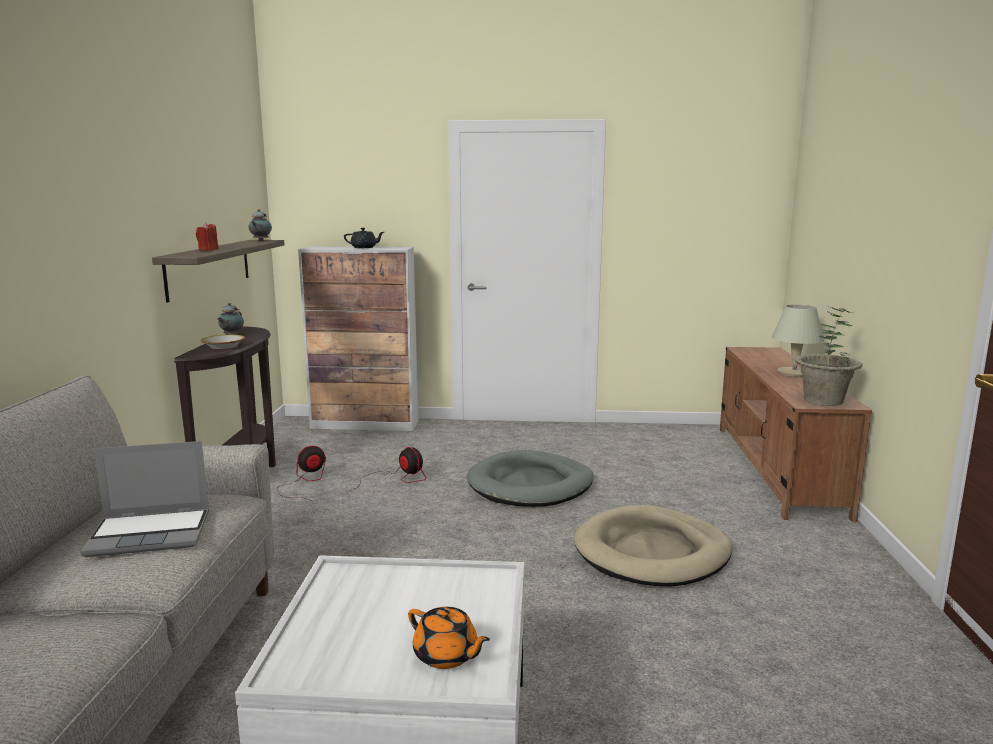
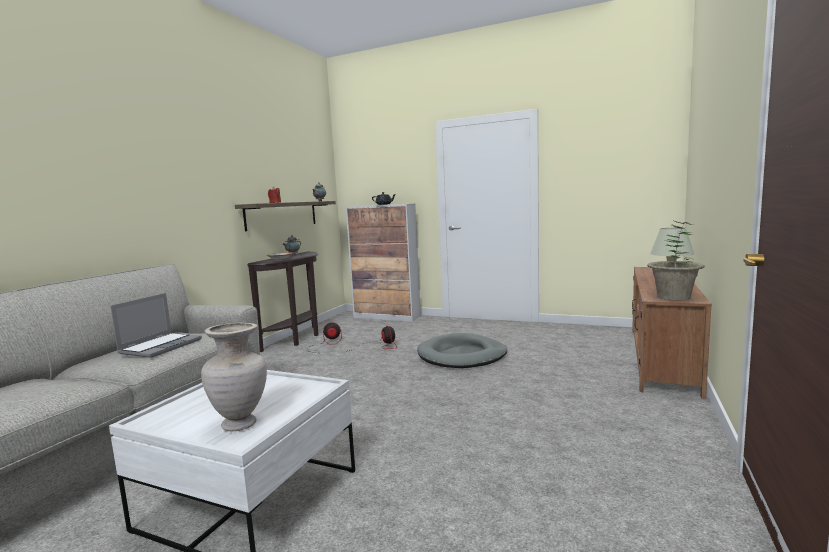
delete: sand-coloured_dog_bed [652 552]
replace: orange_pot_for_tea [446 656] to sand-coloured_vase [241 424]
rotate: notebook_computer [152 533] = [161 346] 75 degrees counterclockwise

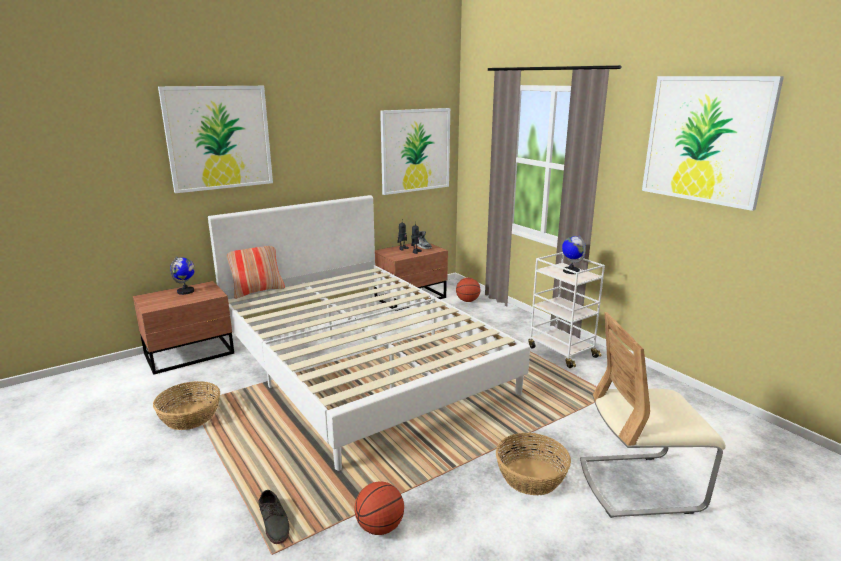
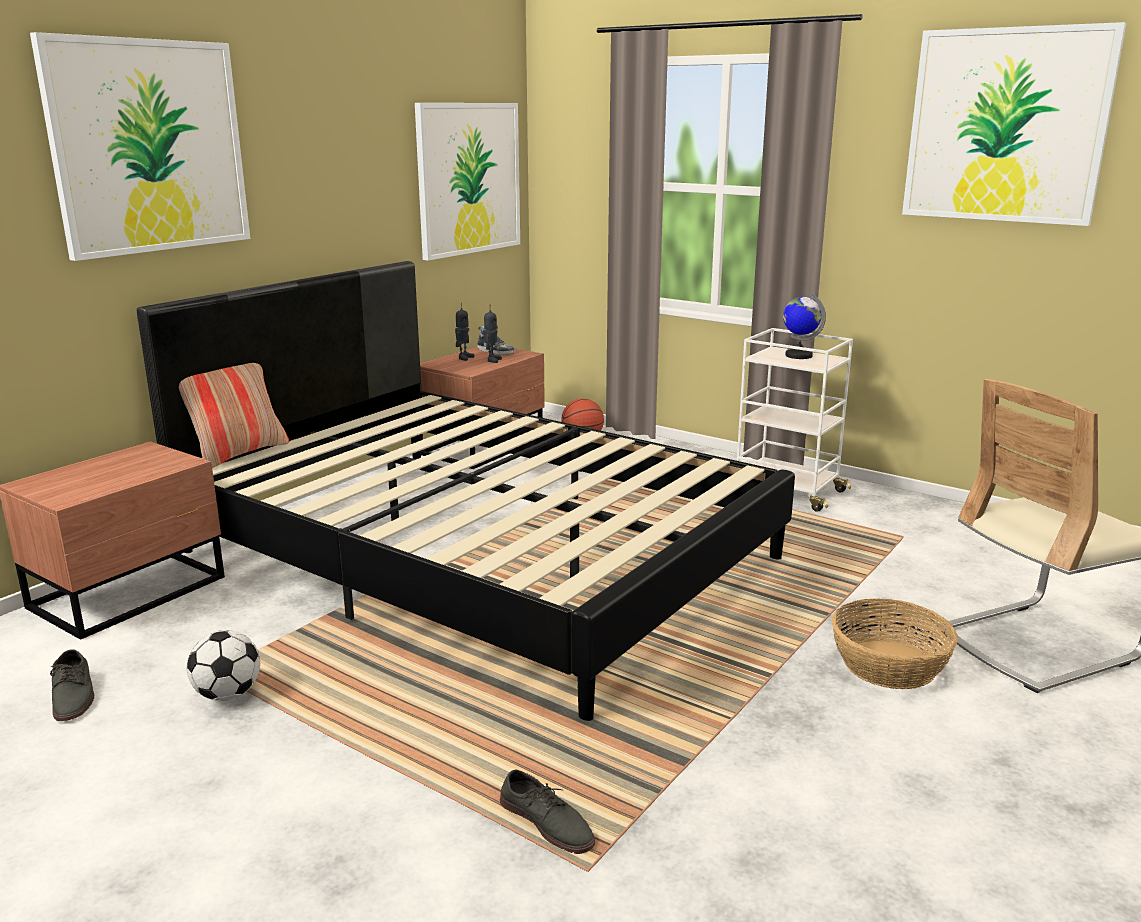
delete: desk_globe [186 291]; ball_for_basketball [380 527]
insert: grey_item_of_footwear [74 695]
replace: storage_basket [190 416] to football_ball [228 694]
recolor: white-coloured_sleeping_bed [359 361] to black_sleeping_bed [478 553]

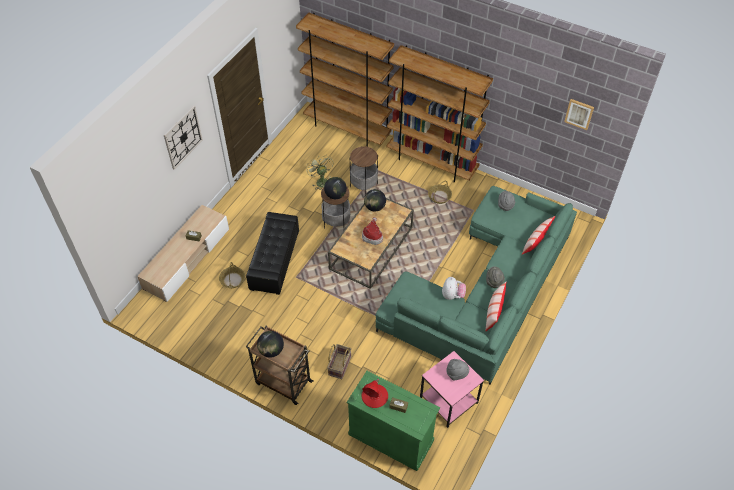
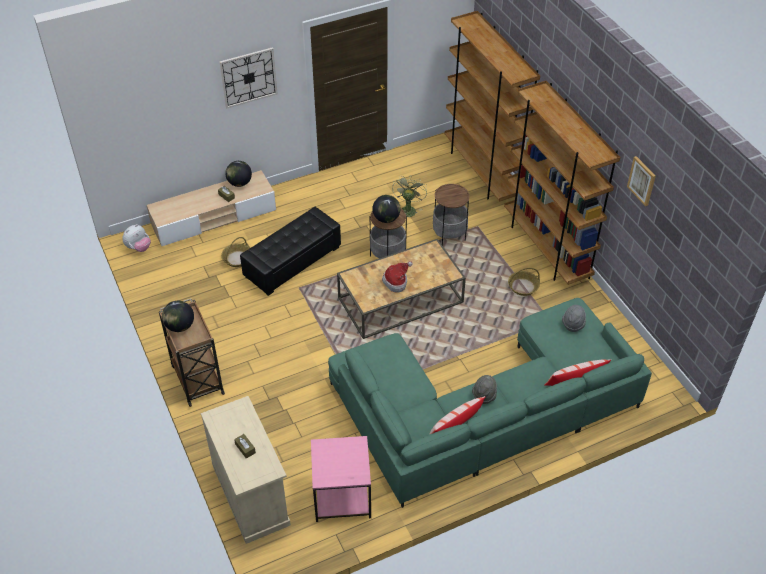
delete: storage_basket [339 365]; reddish_lamp_for_a_table [374 396]; grey_clothing_hat [456 373]
move: desk_globe [375 207] to [239 183]; plush_toy [452 295] to [138 248]; wall_art [579 114] to [642 180]
recolor: green_cabinet [391 437] to sand-coloured_cabinet [251 494]

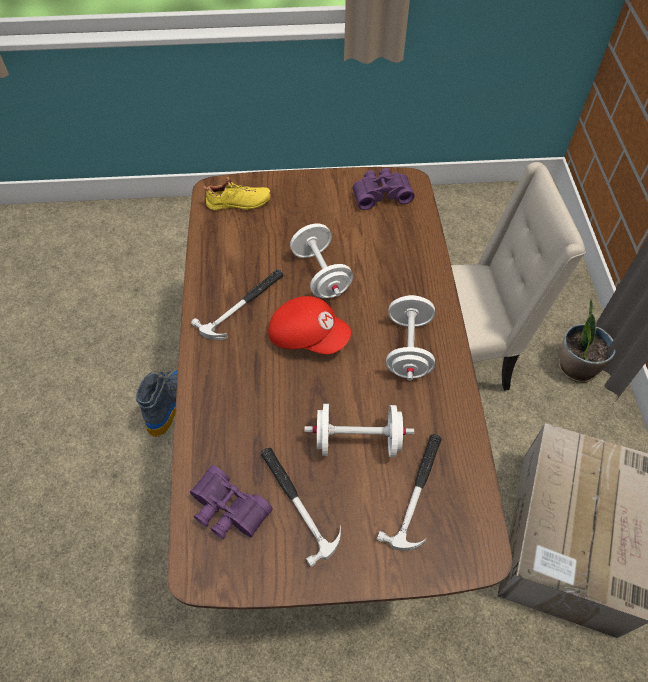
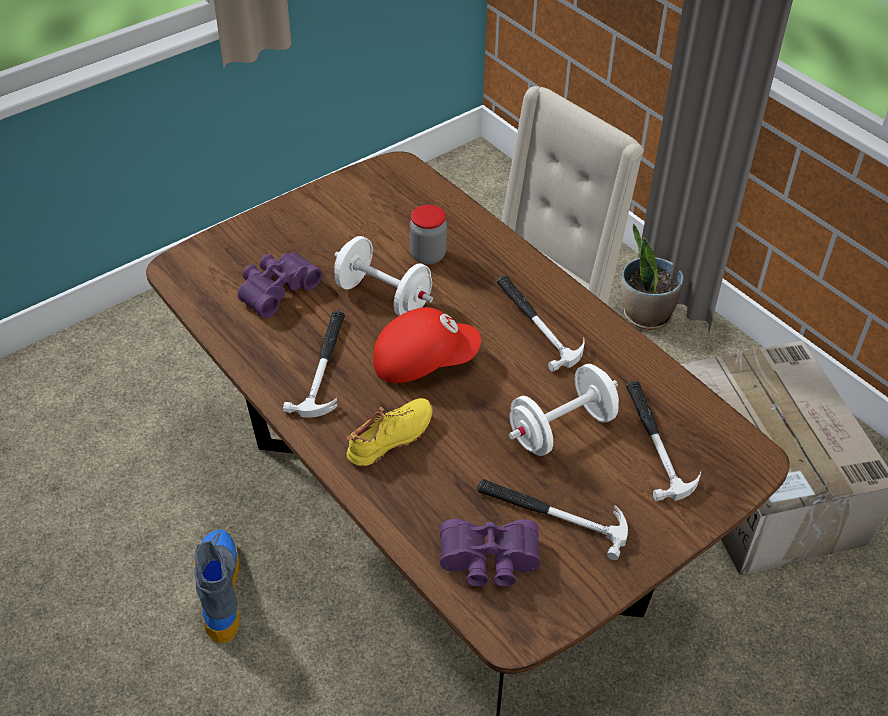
insert: jar [428 255]
move: yellow-coloured_item_of_footwear [239 204] to [392 439]; purple_binoculars [381 194] to [276 289]
replace: white-coloured_dumbbell [408 349] to hand_hammer [536 323]

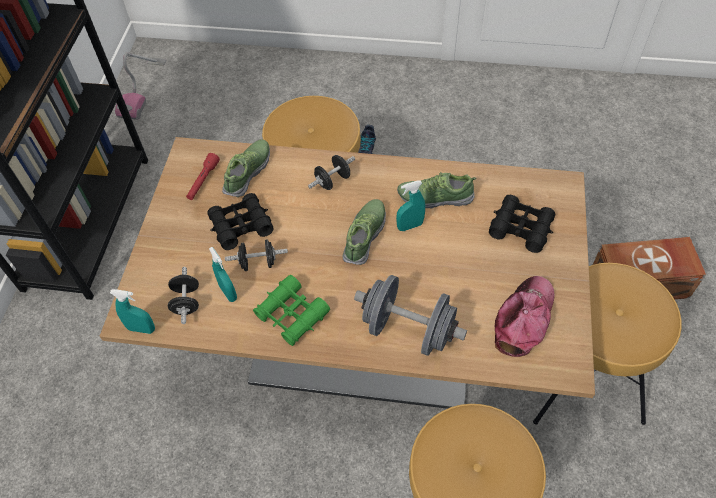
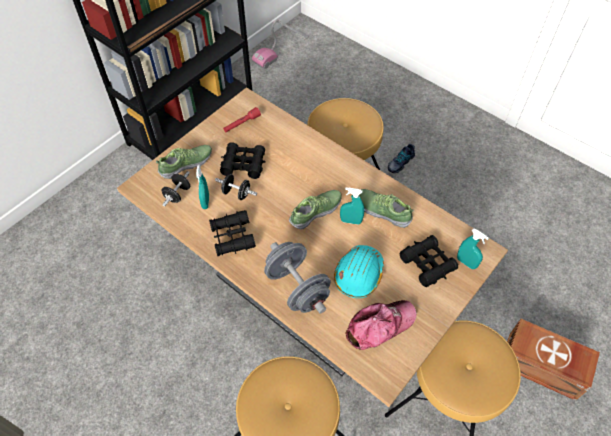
delete: black_dumbbell [333 181]
insert: blue-green_work_helmet [358 275]
move: blue-green_hand_sprayer [141 329] to [466 262]; item_of_footwear [248 173] to [186 164]
recolor: green_binoculars [292 315] to black_binoculars [232 237]

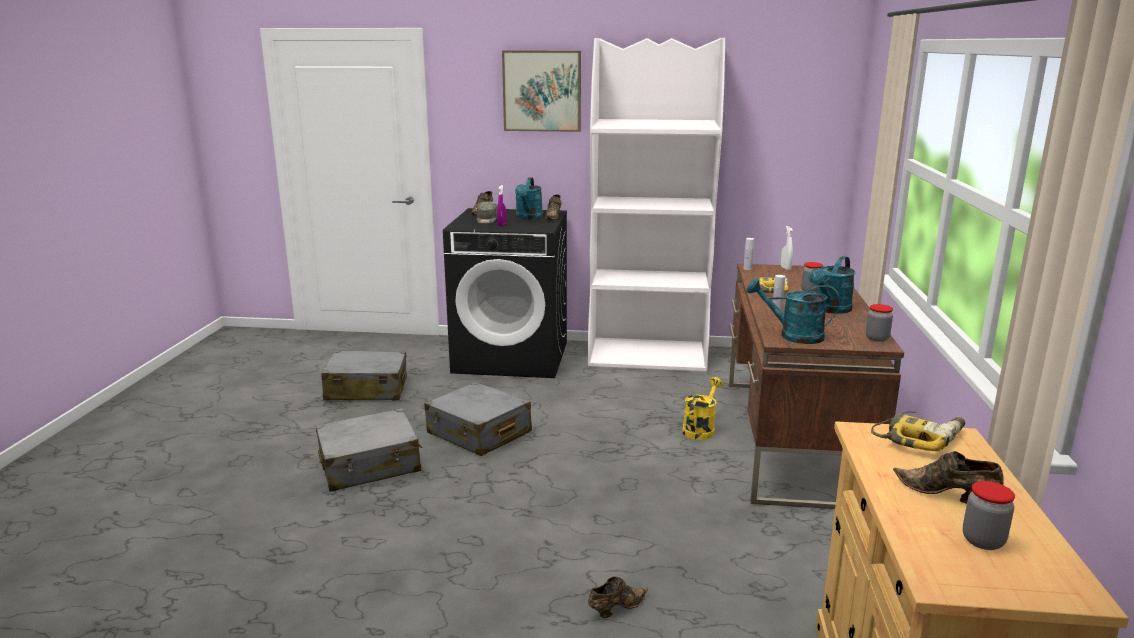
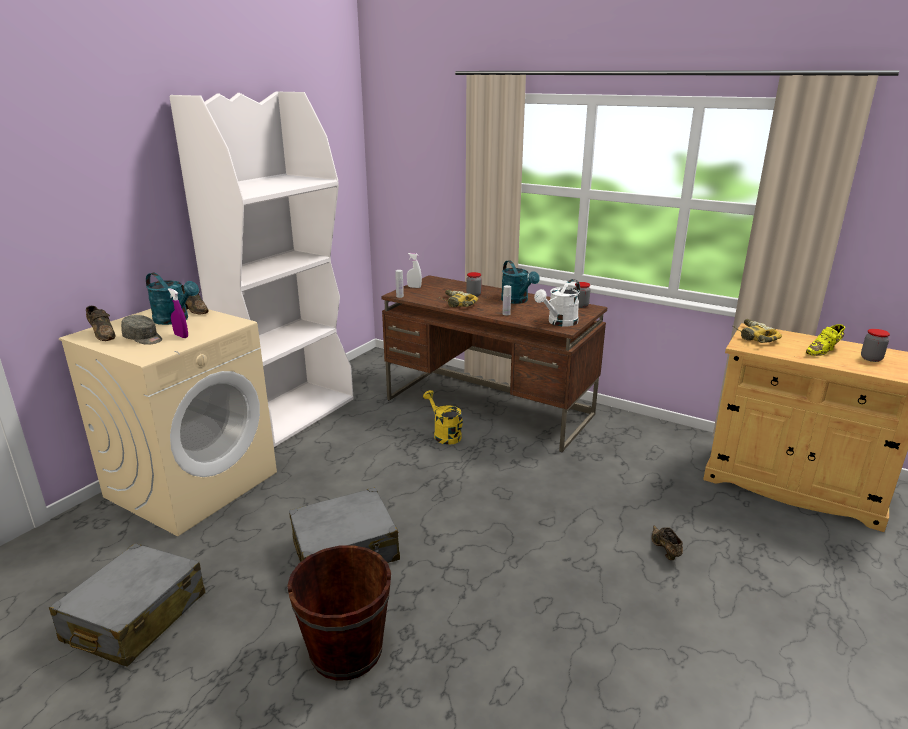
delete: wall_art [542 91]
replace: grey_piece_of_luggage [370 465] to brownish_pail [346 650]
recolor: black_washing_machine [512 357] to sand-coloured_washing_machine [193 483]; blue-green_watering_can [793 336] to white-coloured_watering_can [559 323]; brownish_item_of_footwear [947 495] to yellow-coloured_item_of_footwear [823 351]

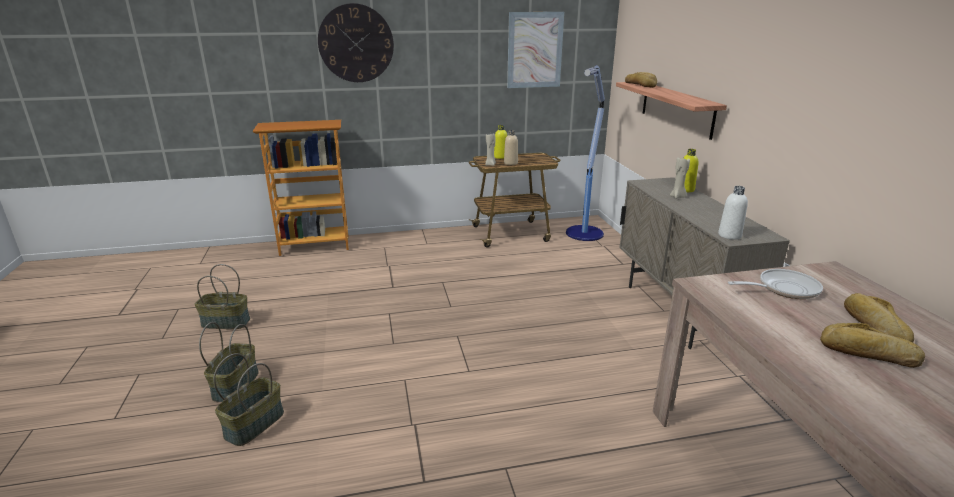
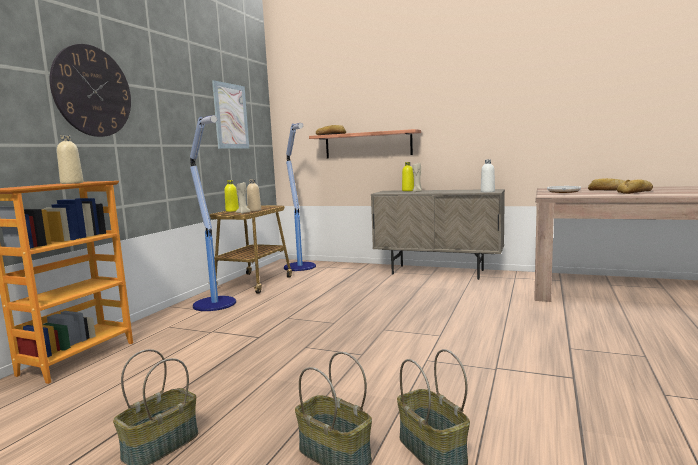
insert: sand-coloured_beverage_bottle [72 183]; standard_lamp [215 304]

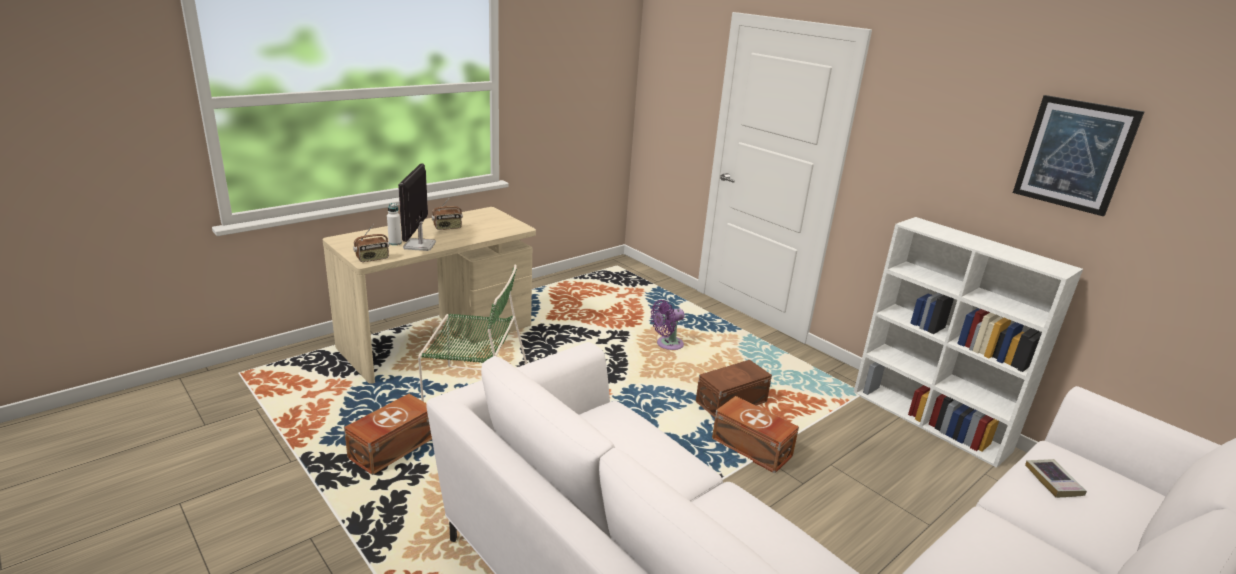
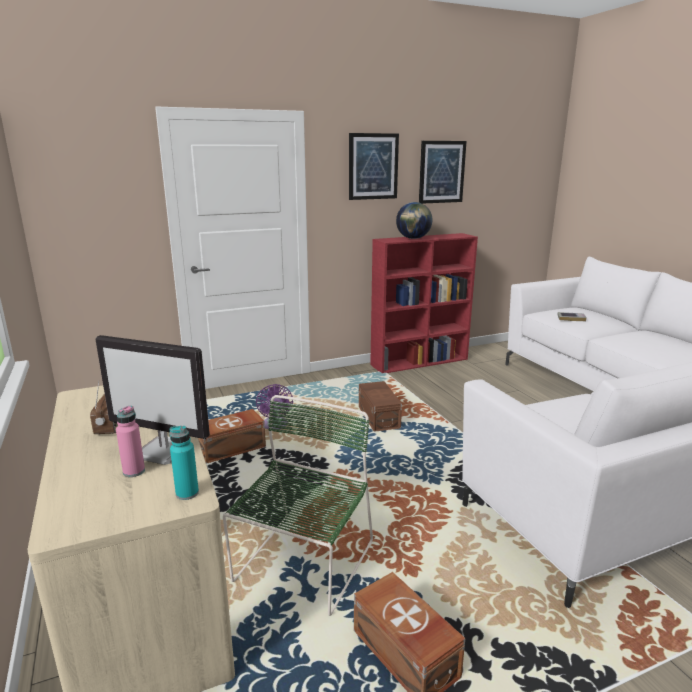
insert: wall_art [373 166]; desk_globe [413 238]
move: brownish_storage_bin [752 449] to [232 449]
replace: radio_receiver [372 259] to blue-green_beverage_bottle [187 493]
recolor: white-coloured_beverage_bottle [395 243] to pinkish_beverage_bottle [134 471]; white-coloured_shelving_unit [930 421] to reddish_shelving_unit [420 361]

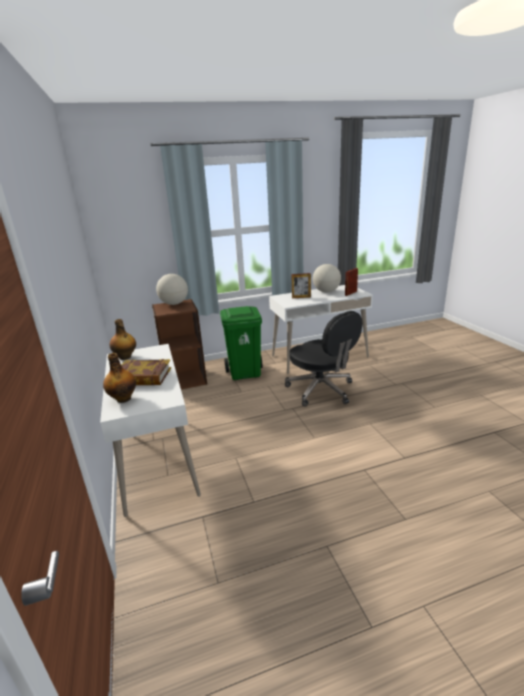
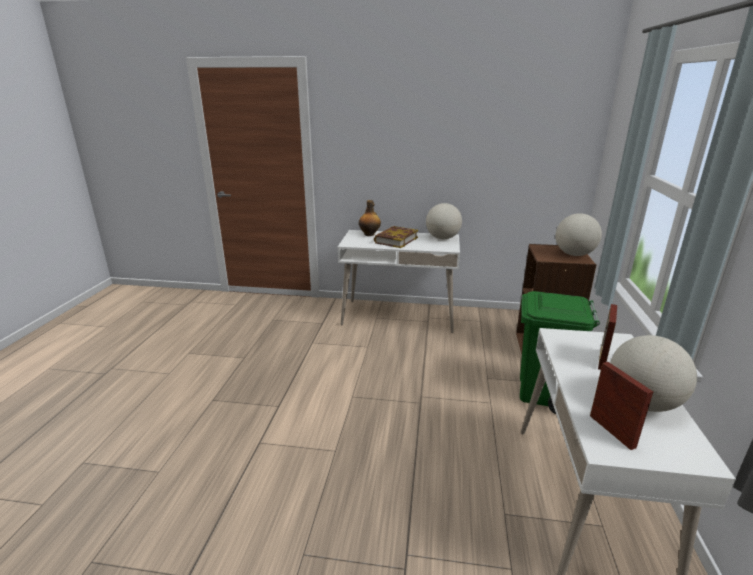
delete: black_desk_chair [321 390]
replace: beverage_bottle [125 357] to desk_globe [442 238]

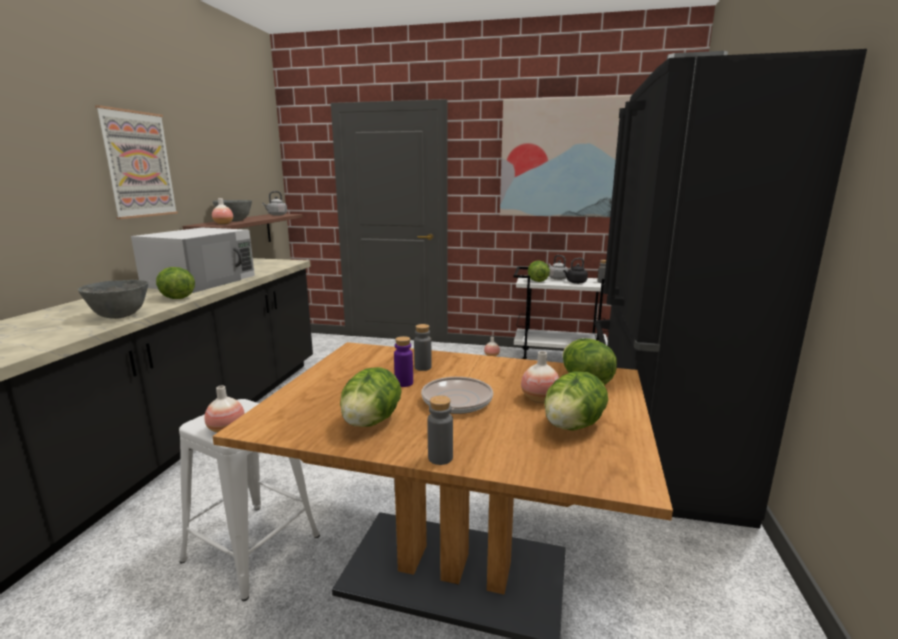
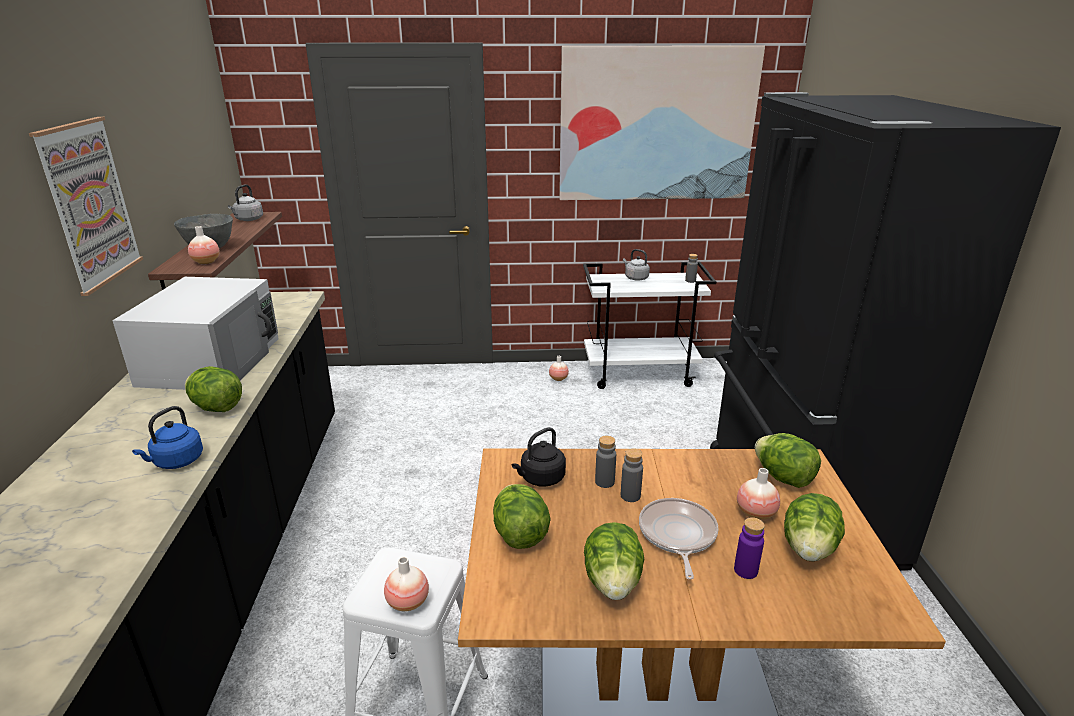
move: purple_beverage_bottle [404 383] to [745 570]; grey_beverage_bottle [440 458] to [630 496]; lettuce [537 281] to [520 534]; black_kettle [575 282] to [540 479]
replace: grey_bowl [119 316] to bluish_kettle [176 462]

